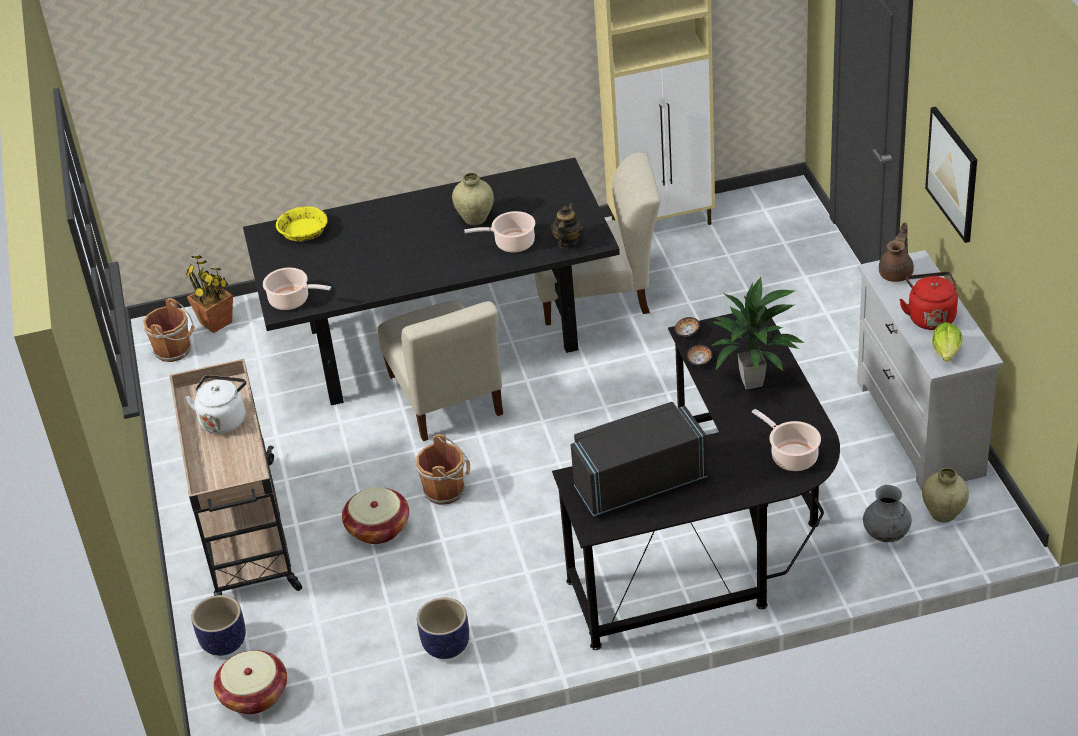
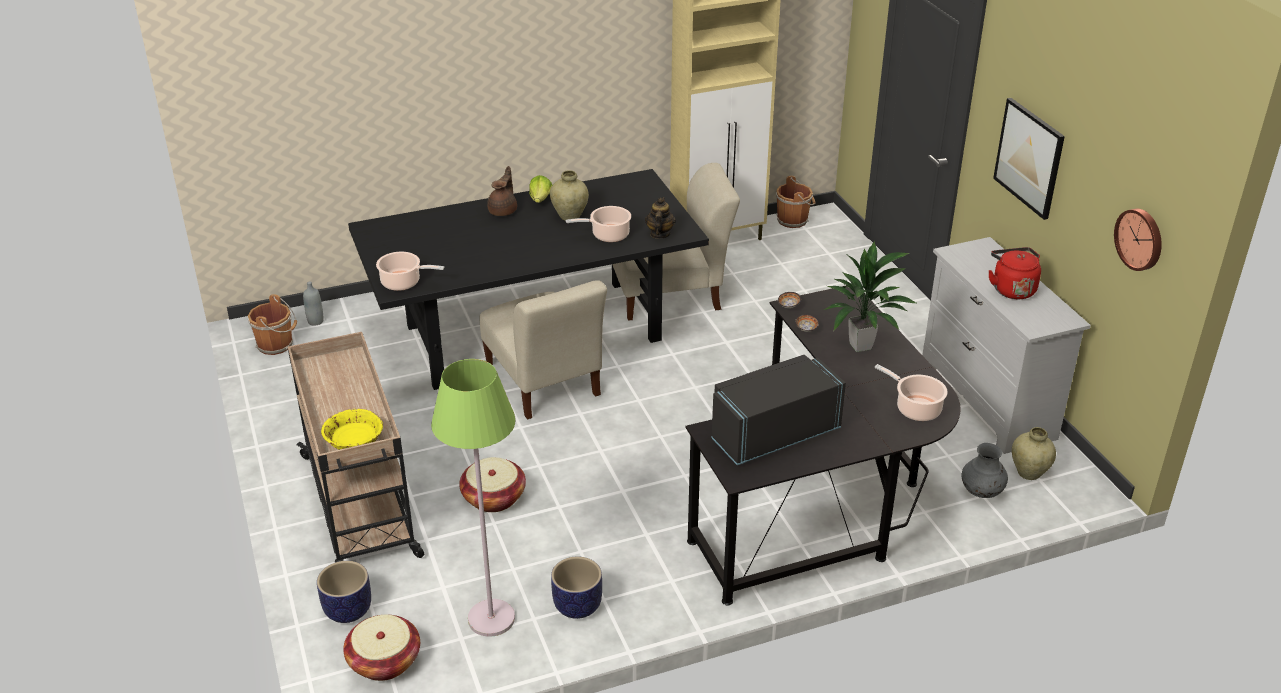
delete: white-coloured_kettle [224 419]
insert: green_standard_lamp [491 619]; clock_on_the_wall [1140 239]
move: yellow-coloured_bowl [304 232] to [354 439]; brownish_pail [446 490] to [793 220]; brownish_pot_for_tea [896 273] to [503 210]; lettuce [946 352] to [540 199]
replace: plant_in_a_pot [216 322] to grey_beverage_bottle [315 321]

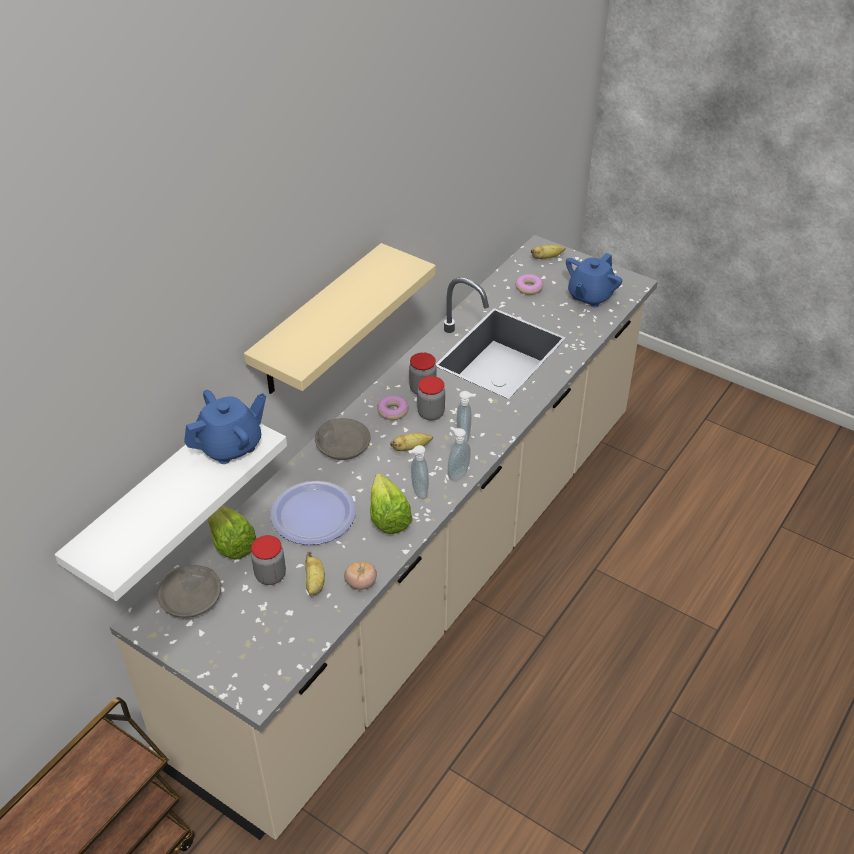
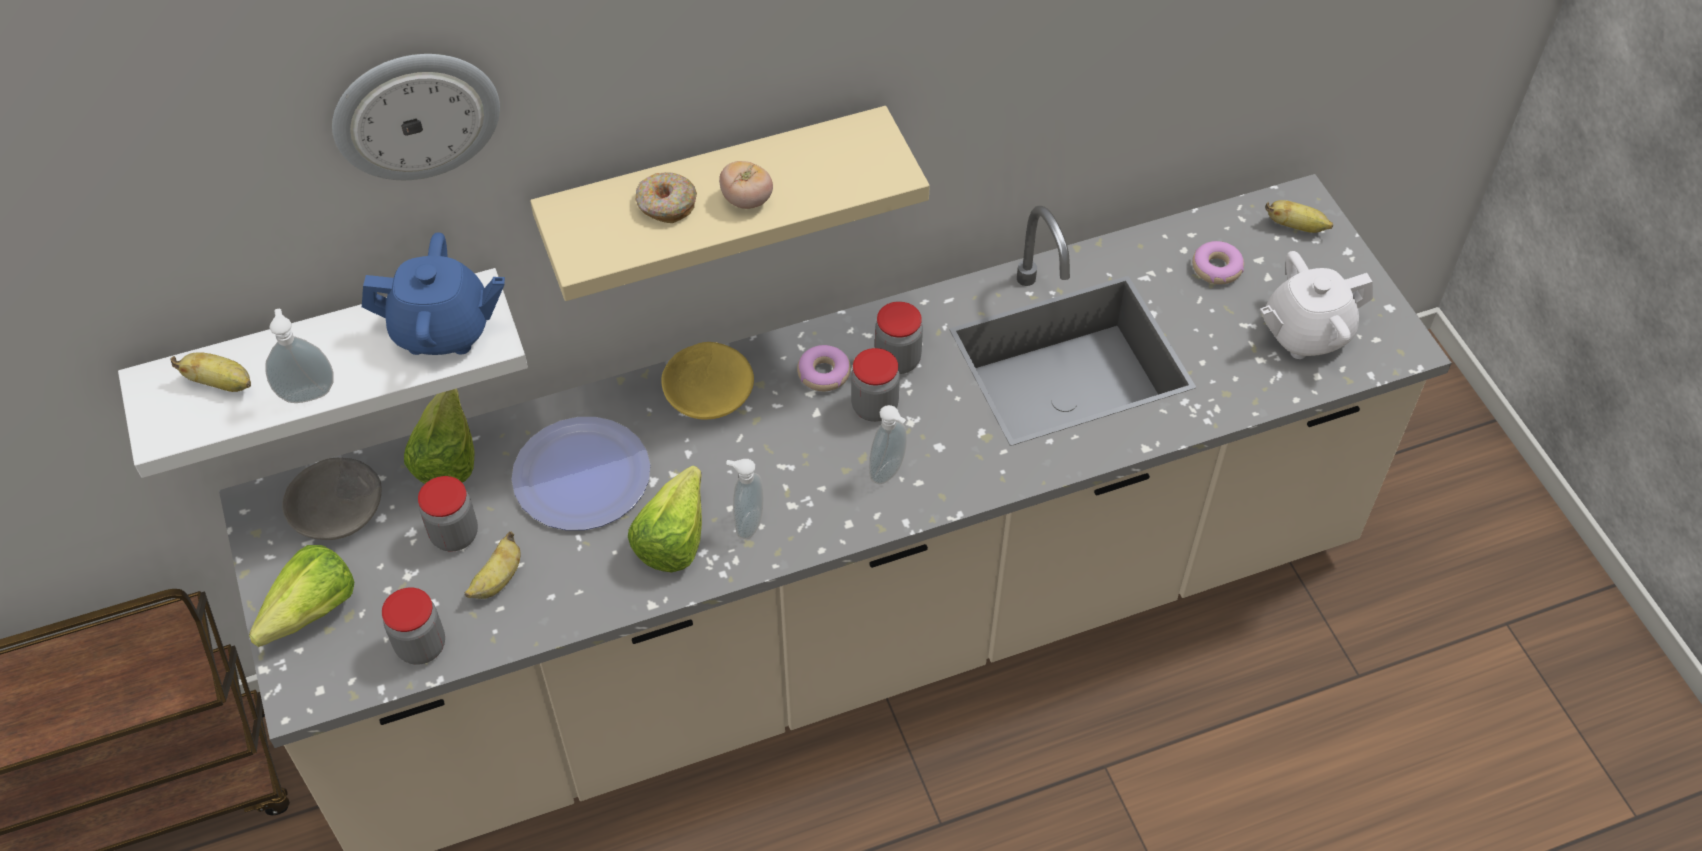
insert: lettuce [304 618]; clock_on_the_wall [415 114]; jar [421 646]; doughnut [666 205]
move: whole_tomato [361 583] to [747 200]; whole_banana [411 448] to [222 383]; soap_bottle [457 473] to [307 392]
recolor: grey_bowl [342 445] to yellow-coloured_bowl [708 390]; bluish_pot_for_tea [590 296] to white-coloured_pot_for_tea [1305 333]

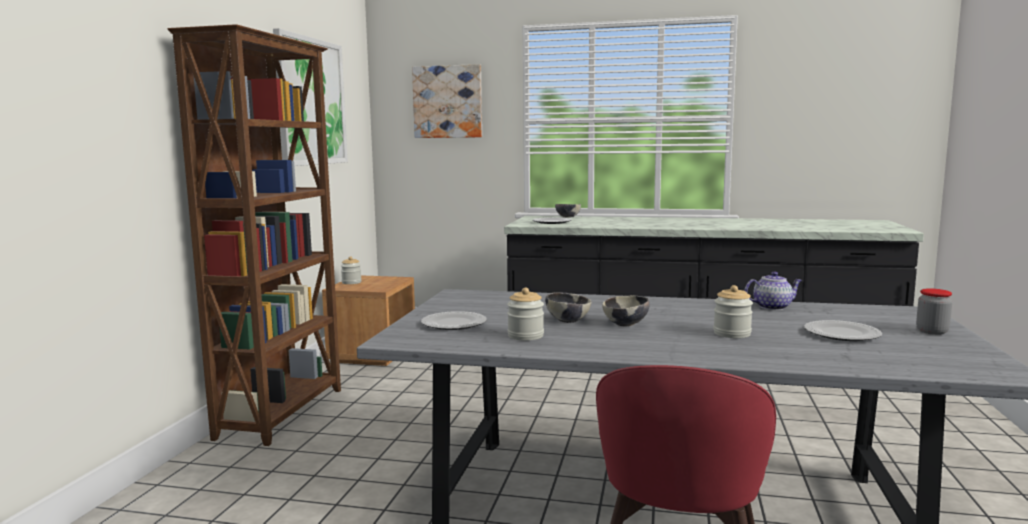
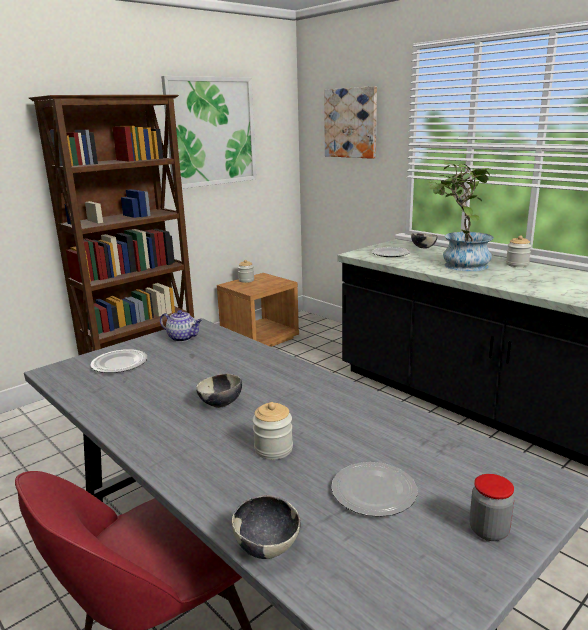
insert: plant_in_a_pot [459 264]
move: jar [525 336] to [517 264]; bowl [567 321] to [267 546]; pot_for_tea [772 307] to [183 338]

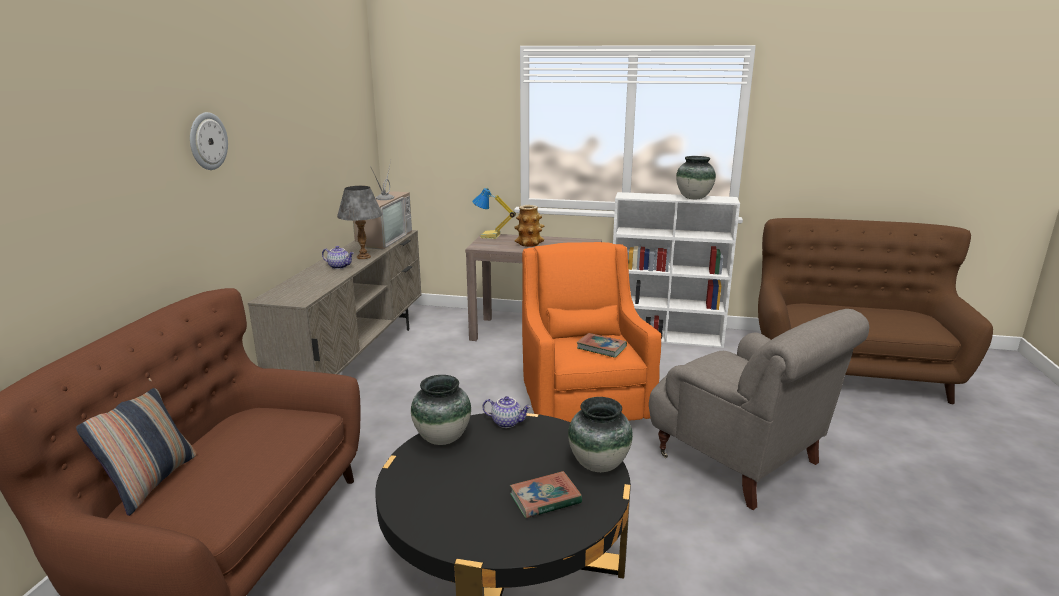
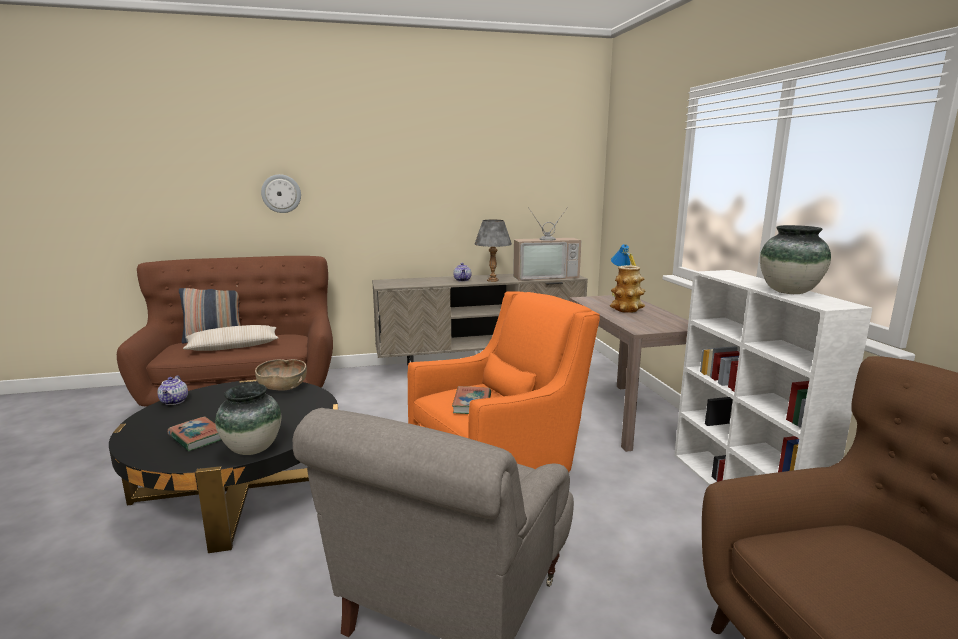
insert: sand-coloured_throw_pillow [233 347]
move: clock_on_the_wall [207 141] to [281 193]; pot_for_tea [507 422] to [175 401]
replace: vase [442 438] to brownish_bowl [283 387]

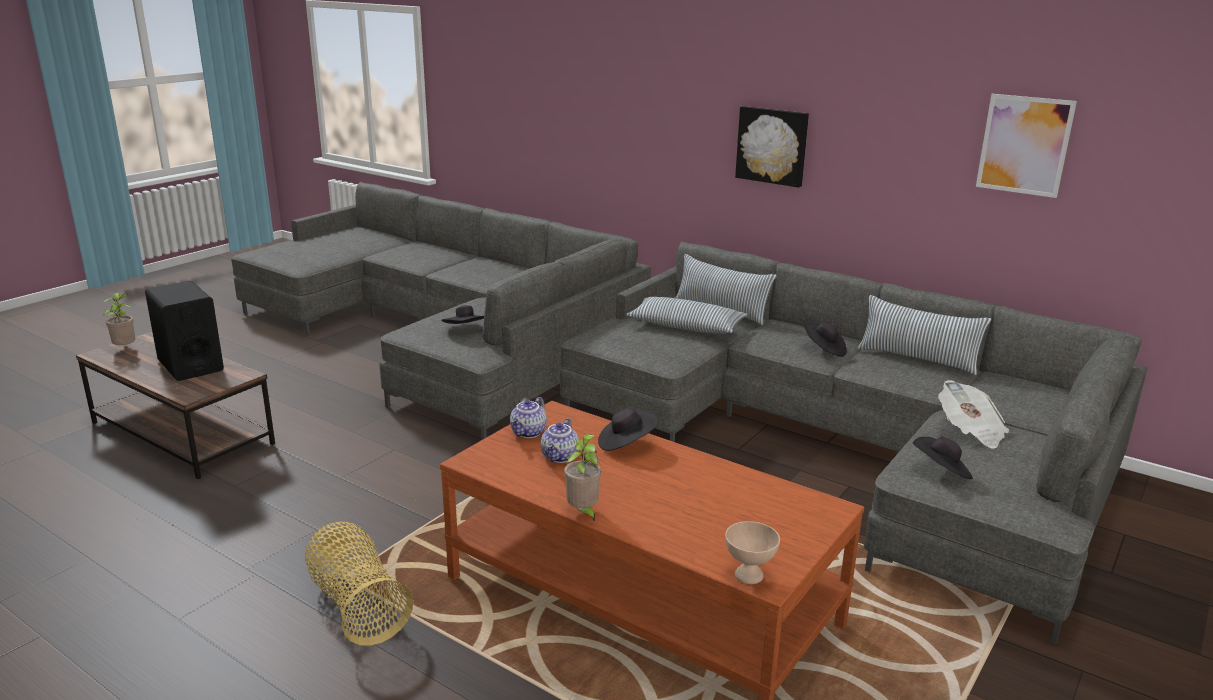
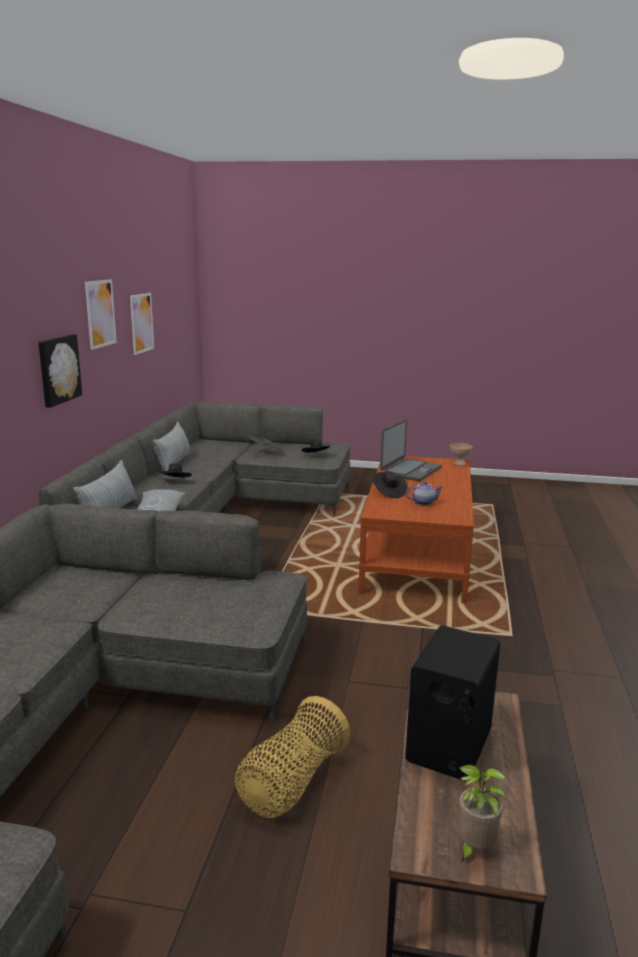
delete: black_clothing_hat [466 330]; pot_for_tea [529 433]; plant_in_a_pot [583 512]
insert: wall_art [100 313]; notebook_computer [410 471]
move: storage_basket [358 605] to [291 783]

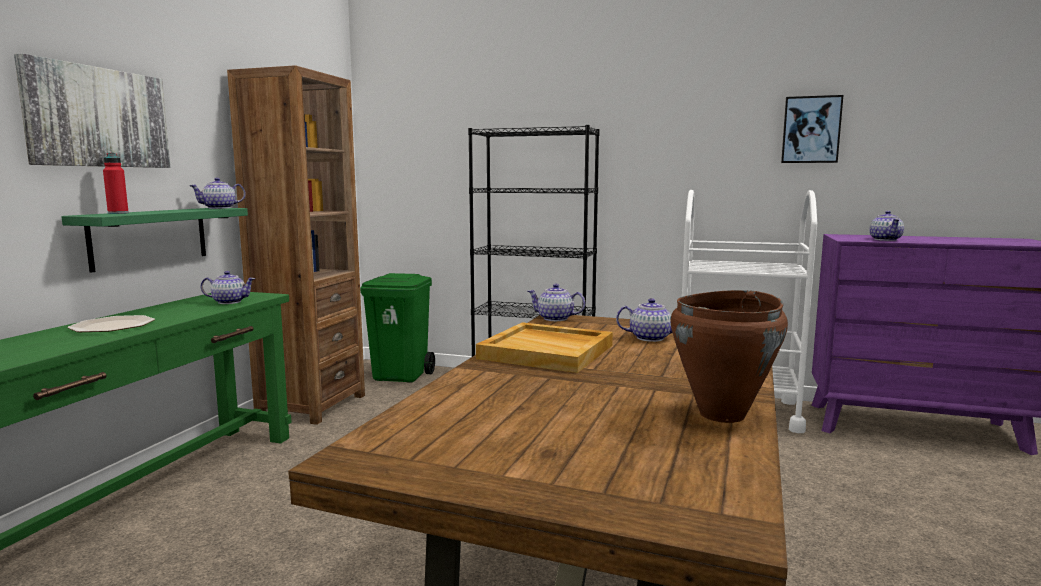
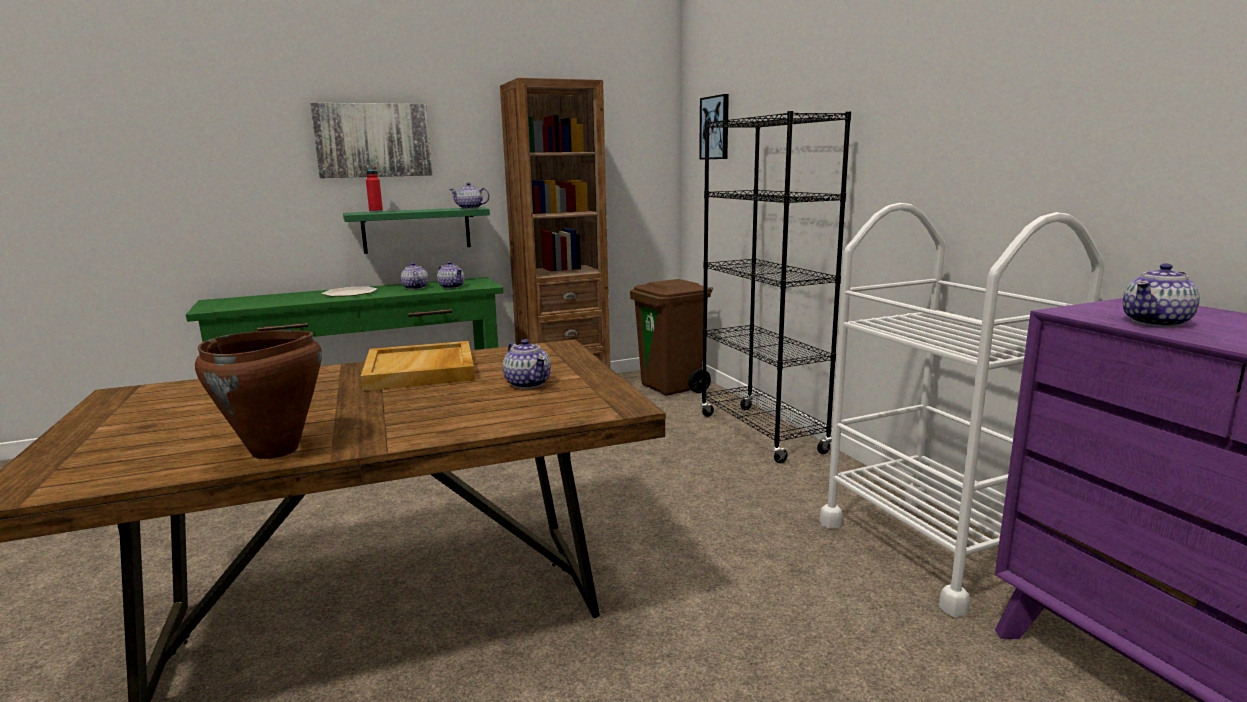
move: pot_for_tea [555 318] to [415 288]; wall_art [811 130] to [715 128]
recolor: green_waste_bin [401 376] to brownish_waste_bin [672 388]

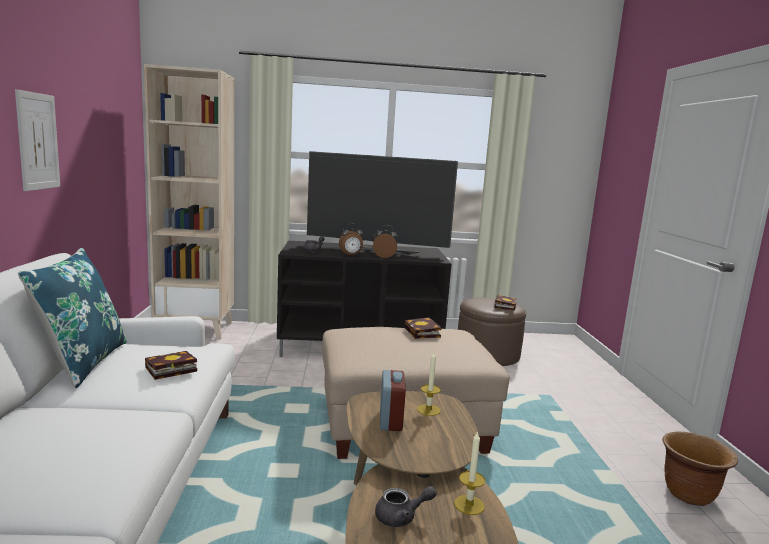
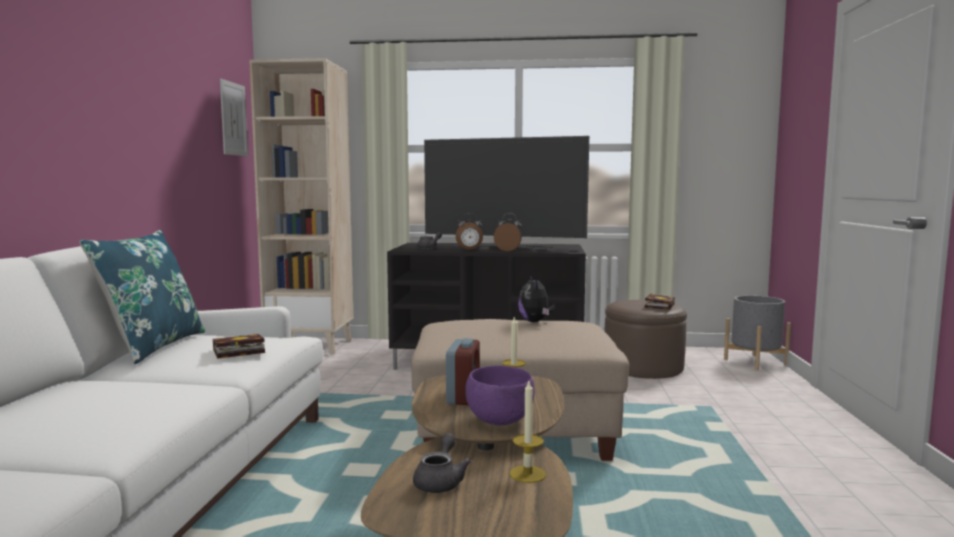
delete: brownish_flower_pot [689 495]
insert: purple_bowl [498 421]; grey_flower_pot [755 362]
move: wall_art [38 141] to [233 119]
replace: book [423 333] to plush_toy [535 321]
rotate: grey_pot_for_tea [401 517] = [440 481] 75 degrees counterclockwise

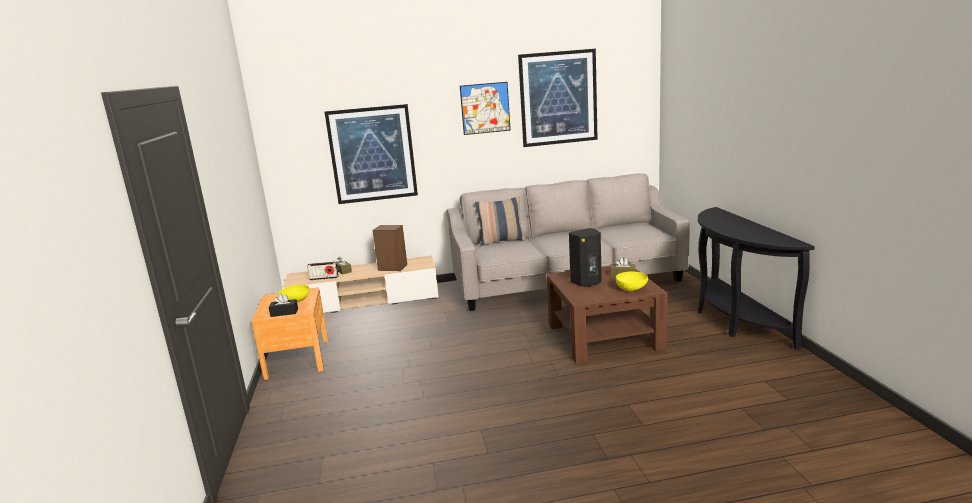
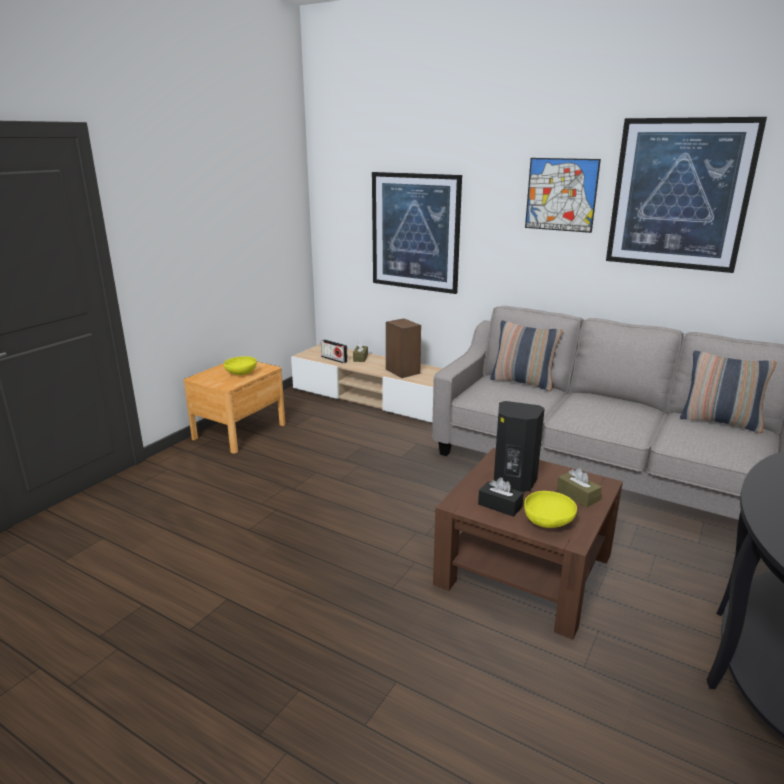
insert: throw_pillow [720 421]
move: black_tissue_box [284 313] to [500 505]

